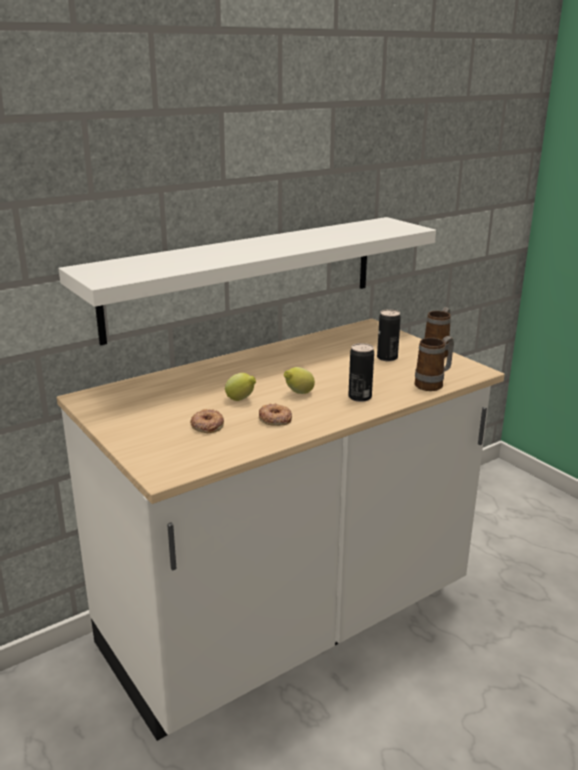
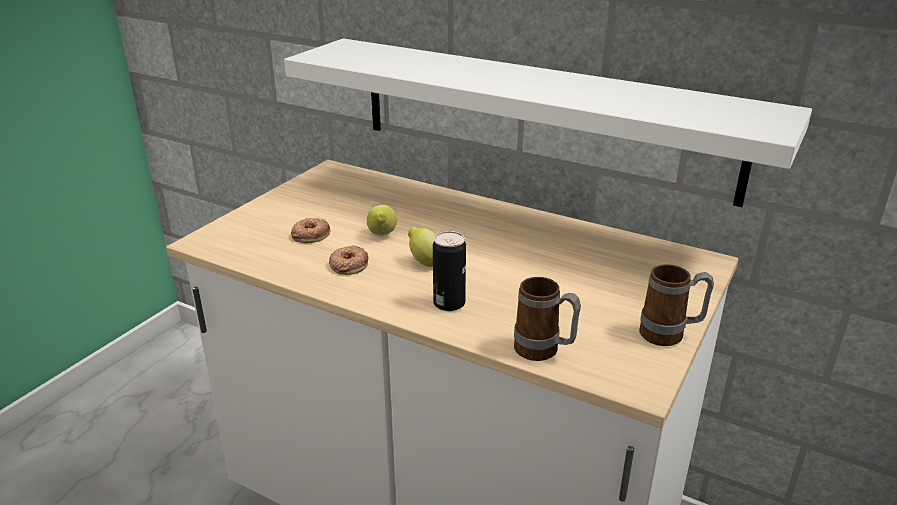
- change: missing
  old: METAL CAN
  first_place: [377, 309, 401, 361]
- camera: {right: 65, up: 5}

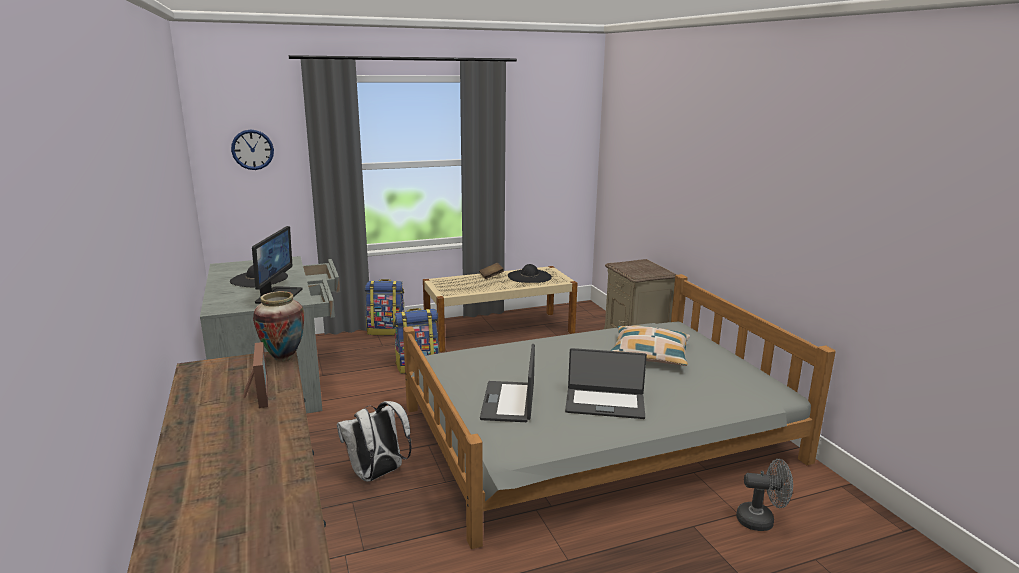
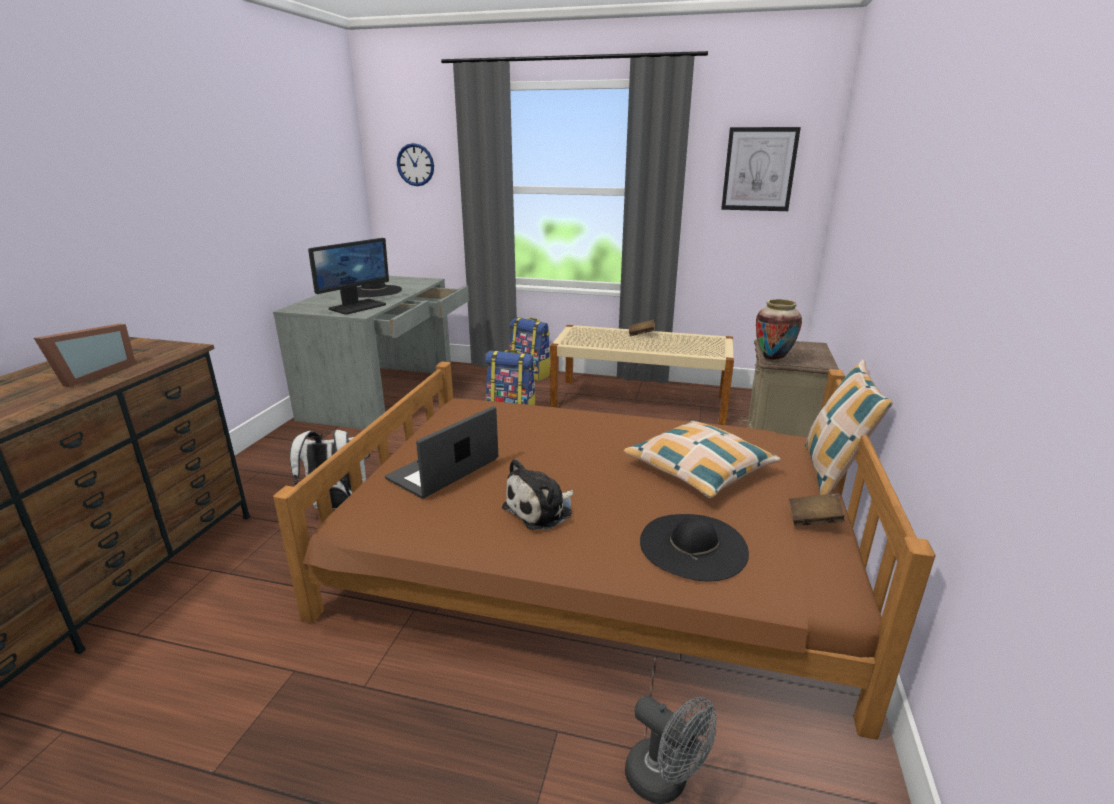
- change: relocated
  old: BLACK-COLOURED HAT
  first_place: [508, 264, 552, 283]
  second_place: [640, 514, 749, 581]
- change: colour
  old: GREYISH BEDROOM BED
  new: BROWN-COLOURED BEDROOM BED
  first_place: [403, 274, 836, 549]
  second_place: [273, 361, 936, 740]
- change: relocated
  old: FLOWER VASE
  first_place: [253, 291, 304, 361]
  second_place: [756, 299, 802, 362]
- change: exchanged
  old: PORTABLE COMPUTER
  new: CUDDLY TOY
  first_place: [565, 348, 647, 419]
  second_place: [502, 459, 574, 530]
- change: appeared
  new: PICTURE
  second_place: [721, 127, 801, 211]
- change: appeared
  new: PILLOW
  second_place: [805, 360, 893, 495]
- change: appeared
  new: BROWN-COLOURED BOOK
  second_place: [789, 493, 846, 526]
- camera: {right: 35, up: 5}

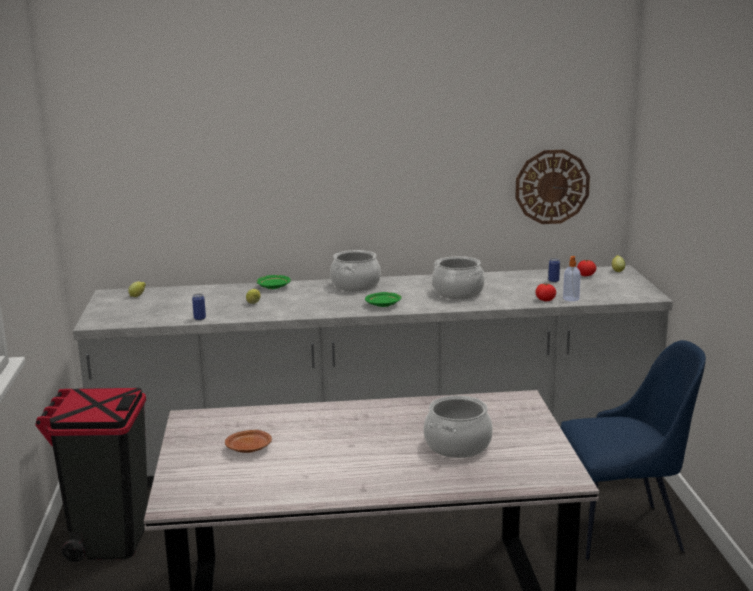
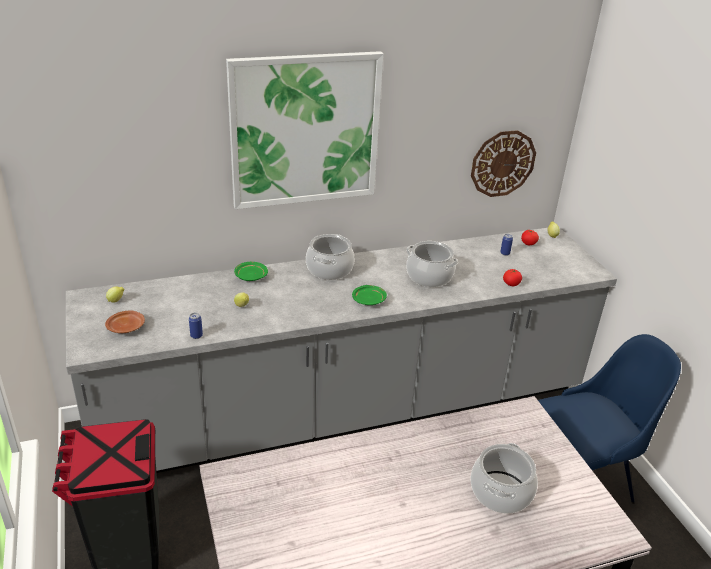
- change: missing
  old: SOAP DISPENSER
  first_place: [563, 256, 581, 301]
- change: relocated
  old: BROWN-COLOURED DINNER PLATE
  first_place: [225, 430, 272, 453]
  second_place: [105, 310, 145, 333]
- change: appeared
  new: PICTURE
  second_place: [226, 51, 384, 209]
- camera: {right: -15, up: 15}

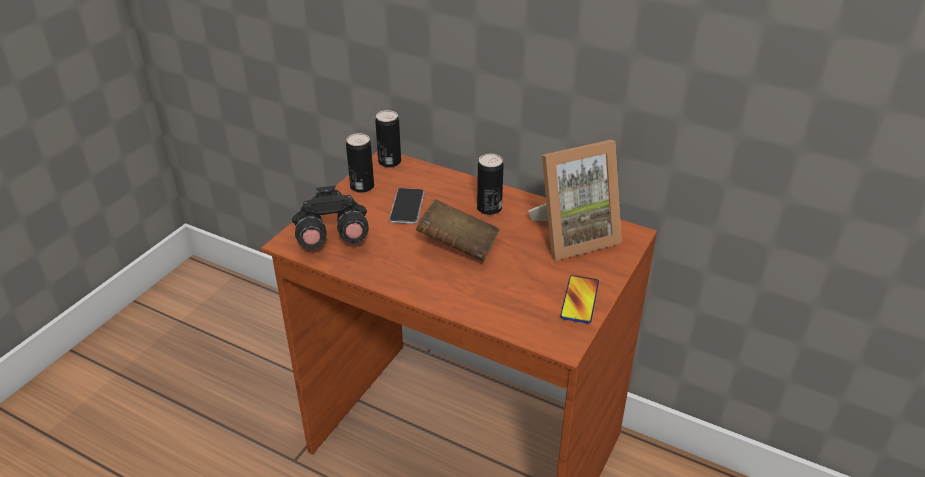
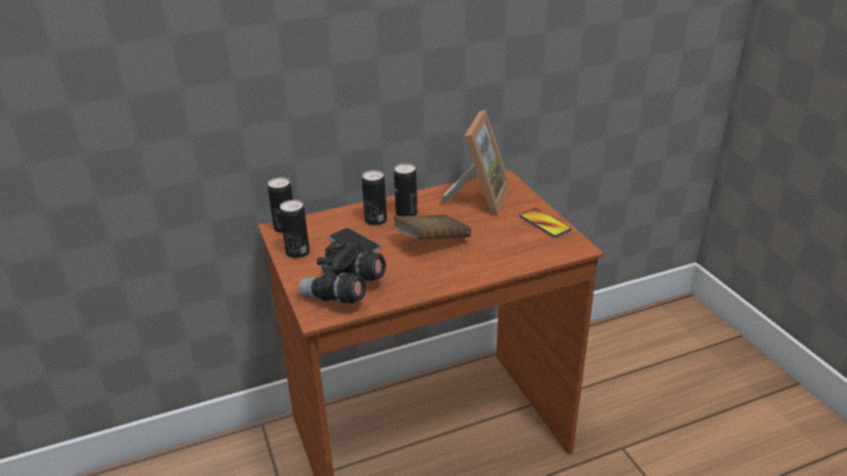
- change: appeared
  new: METAL CAN
  second_place: [362, 170, 387, 225]
- camera: {right: -50, up: -5}

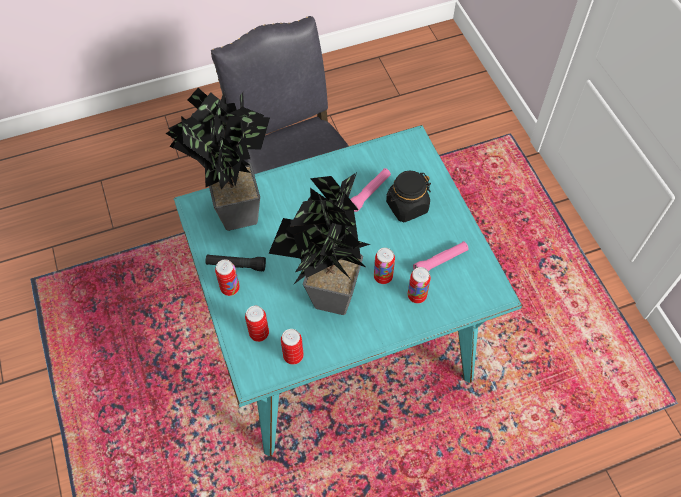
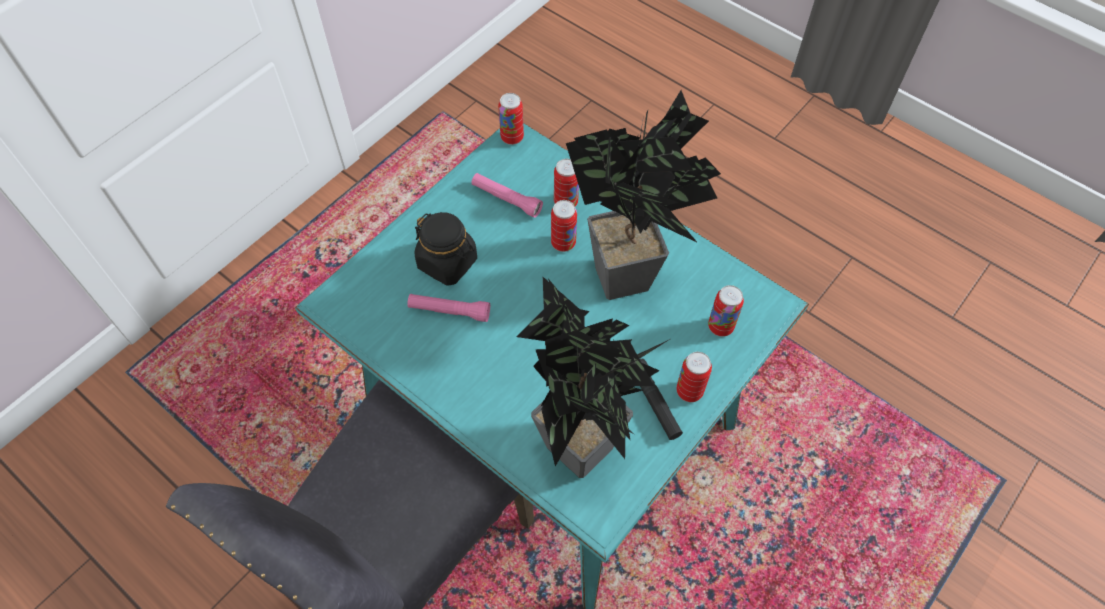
- change: relocated
  old: METAL CAN
  first_place: [281, 329, 304, 365]
  second_place: [498, 93, 524, 145]
- camera: {right: -120, up: 0}

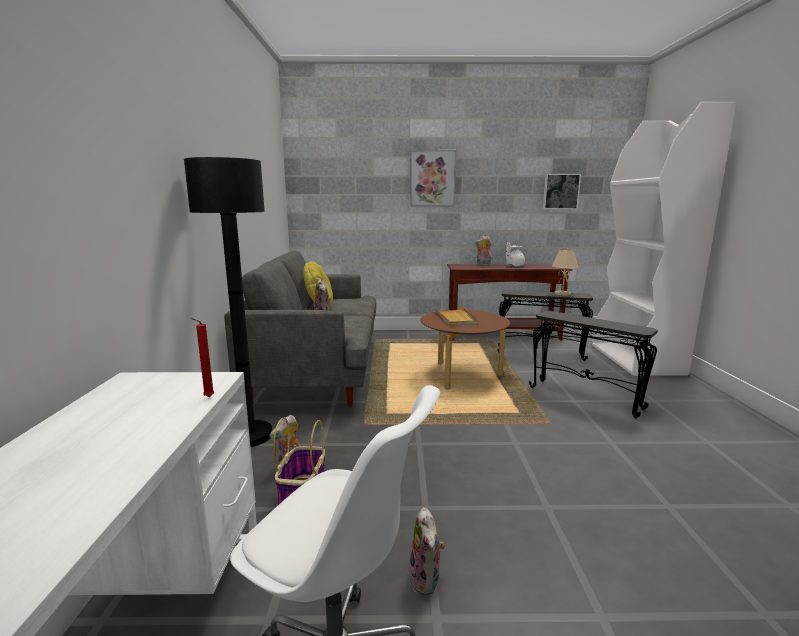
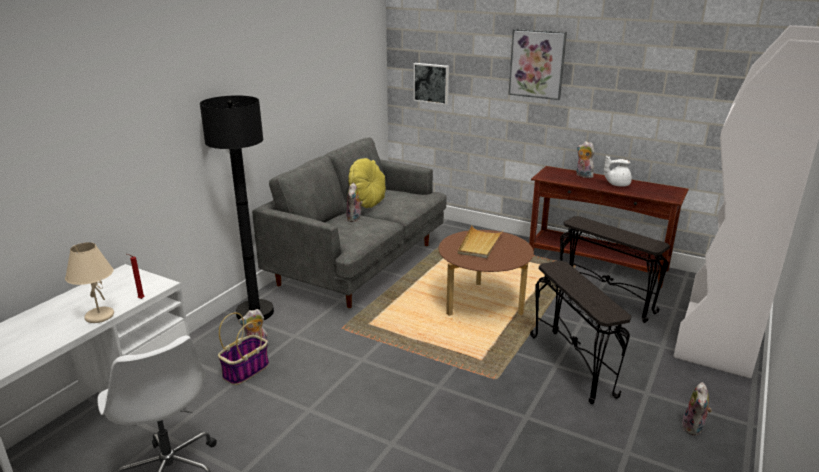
- change: relocated
  old: PICTURE
  first_place: [543, 174, 581, 209]
  second_place: [413, 63, 449, 105]
- change: relocated
  old: SAND-COLOURED LAMP FOR A TABLE
  first_place: [552, 249, 578, 296]
  second_place: [65, 242, 114, 323]
- change: relocated
  old: CUDDLY TOY
  first_place: [409, 507, 445, 595]
  second_place: [681, 382, 712, 436]
- camera: {right: 30, up: 10}

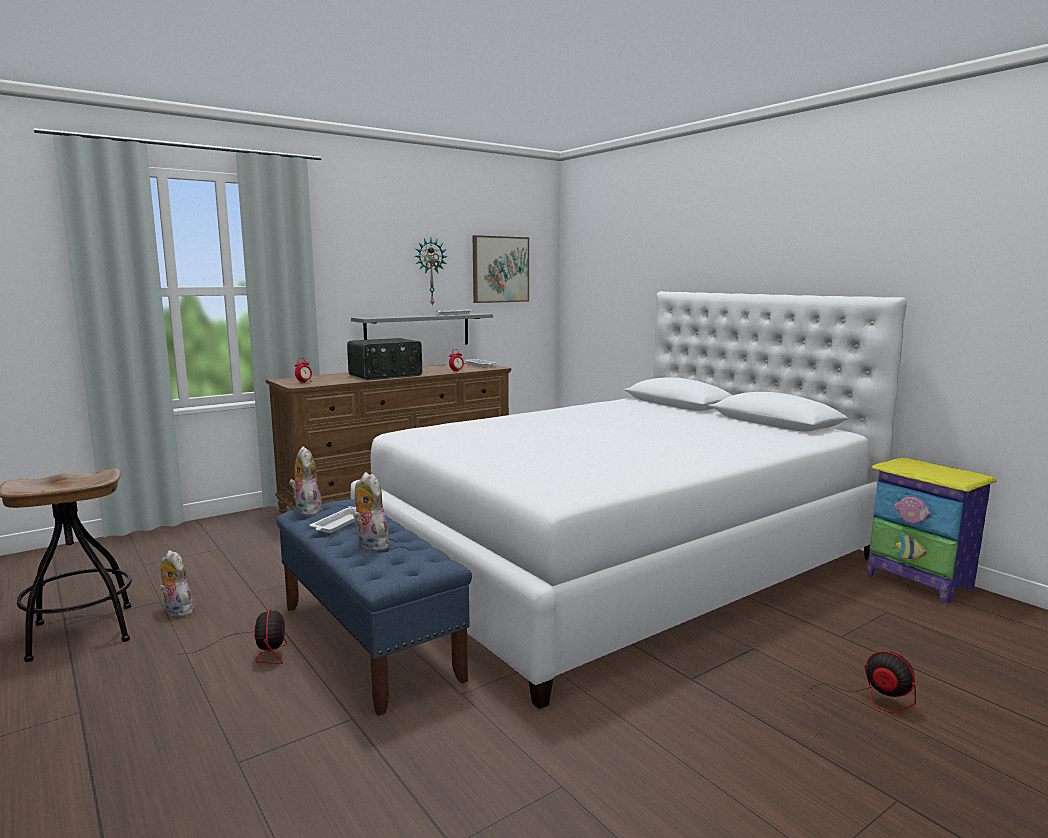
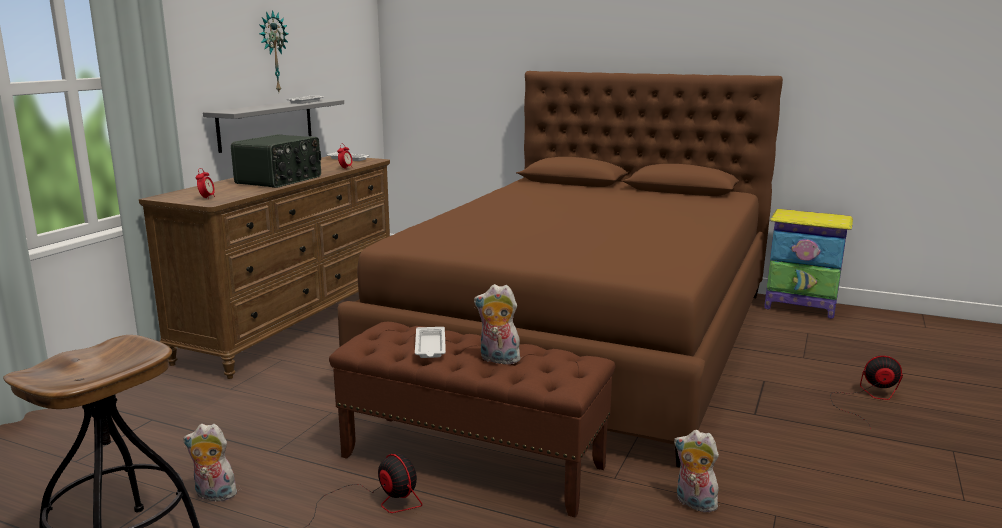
- change: missing
  old: PICTURE
  first_place: [473, 235, 529, 303]
- change: colour
  old: WHITE-COLOURED BEDROOM BED
  new: BROWN-COLOURED BEDROOM BED
  first_place: [351, 291, 907, 709]
  second_place: [338, 71, 783, 468]
- change: relocated
  old: CUDDLY TOY
  first_place: [289, 446, 322, 515]
  second_place: [674, 430, 720, 513]
- change: colour
  old: BLUE INDOOR BENCH
  new: BROWN-COLOURED INDOOR BENCH
  first_place: [276, 499, 472, 716]
  second_place: [329, 322, 615, 518]
- camera: {right: -30, up: 5}

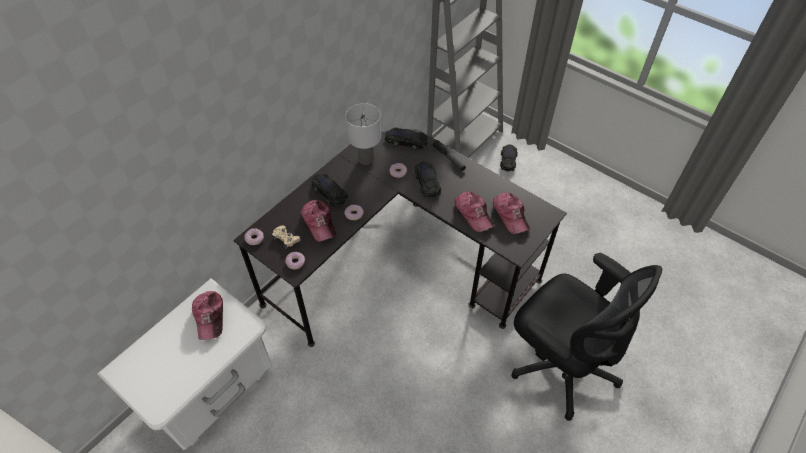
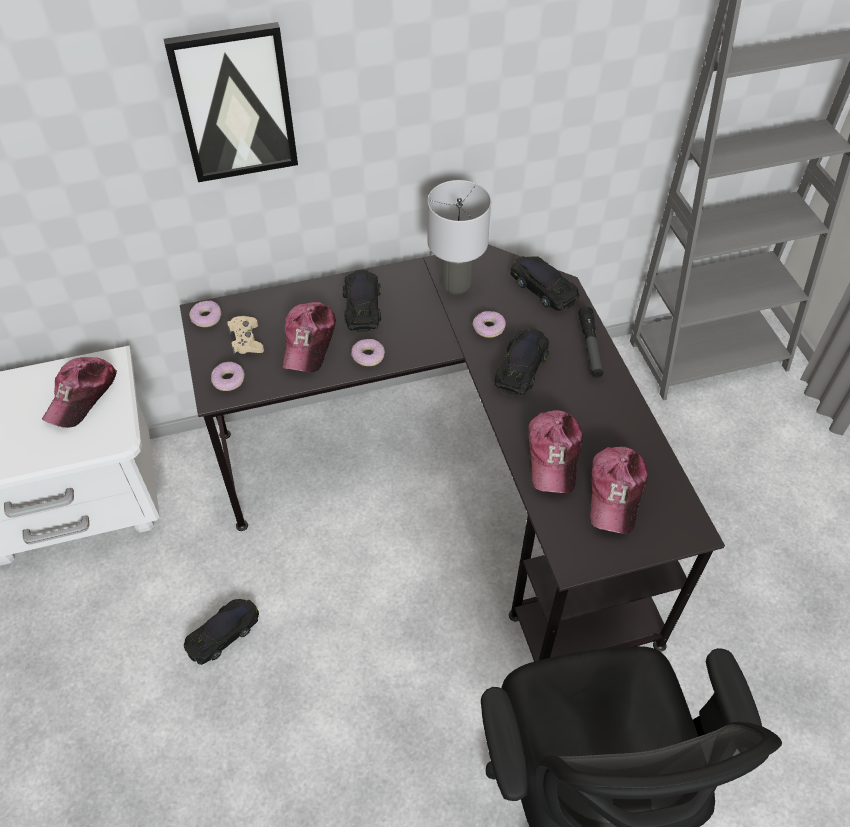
- change: relocated
  old: BLACK-COLOURED MODEL CAR
  first_place: [500, 144, 518, 171]
  second_place: [184, 599, 259, 665]
- change: appeared
  new: PICTURE
  second_place: [164, 22, 298, 182]
- camera: {right: 35, up: 0}

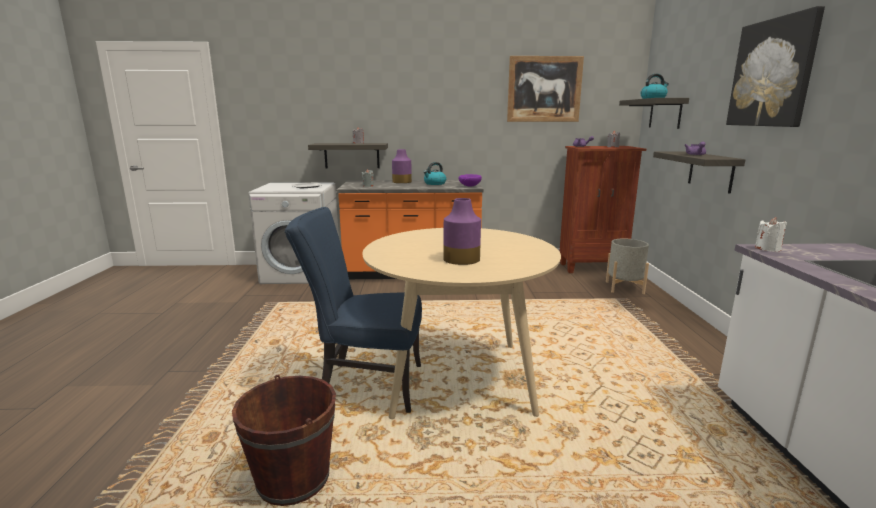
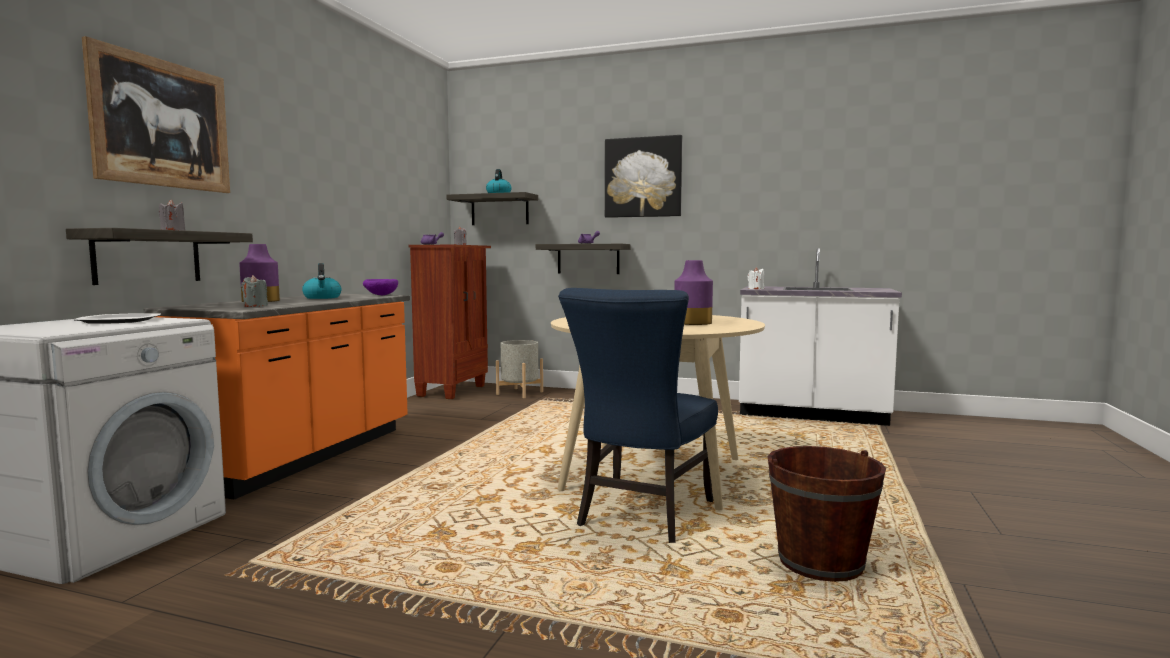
- change: relocated
  old: PICTURE
  first_place: [507, 56, 584, 122]
  second_place: [82, 36, 230, 193]
- camera: {right: -70, up: -10}

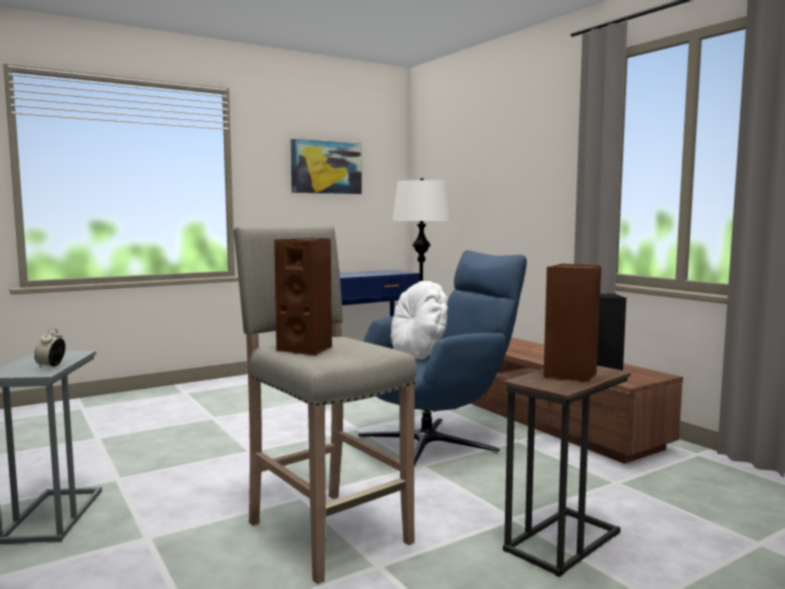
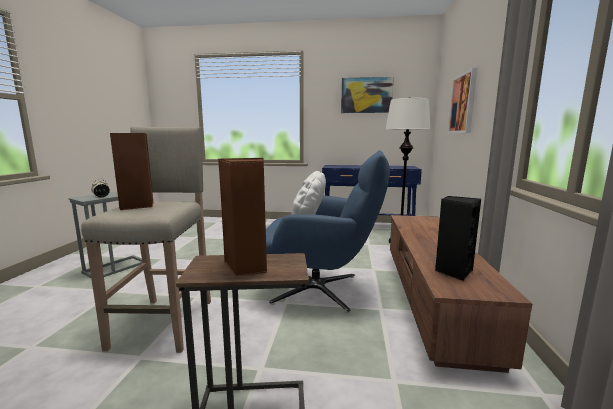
- change: appeared
  new: PICTURE
  second_place: [448, 68, 477, 133]
- camera: {right: 40, up: 5}

